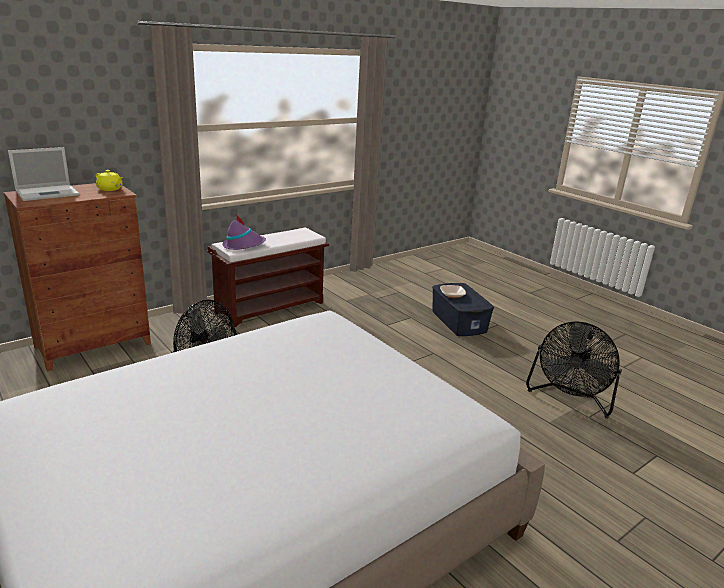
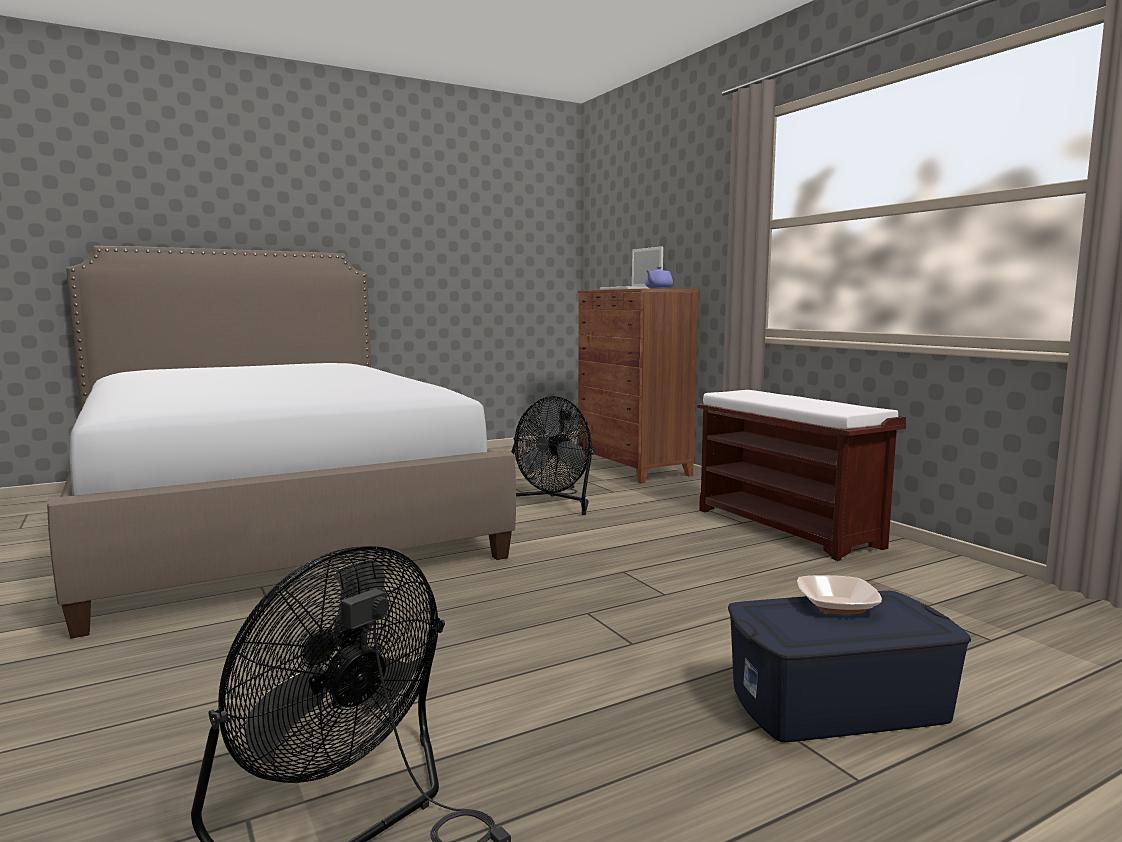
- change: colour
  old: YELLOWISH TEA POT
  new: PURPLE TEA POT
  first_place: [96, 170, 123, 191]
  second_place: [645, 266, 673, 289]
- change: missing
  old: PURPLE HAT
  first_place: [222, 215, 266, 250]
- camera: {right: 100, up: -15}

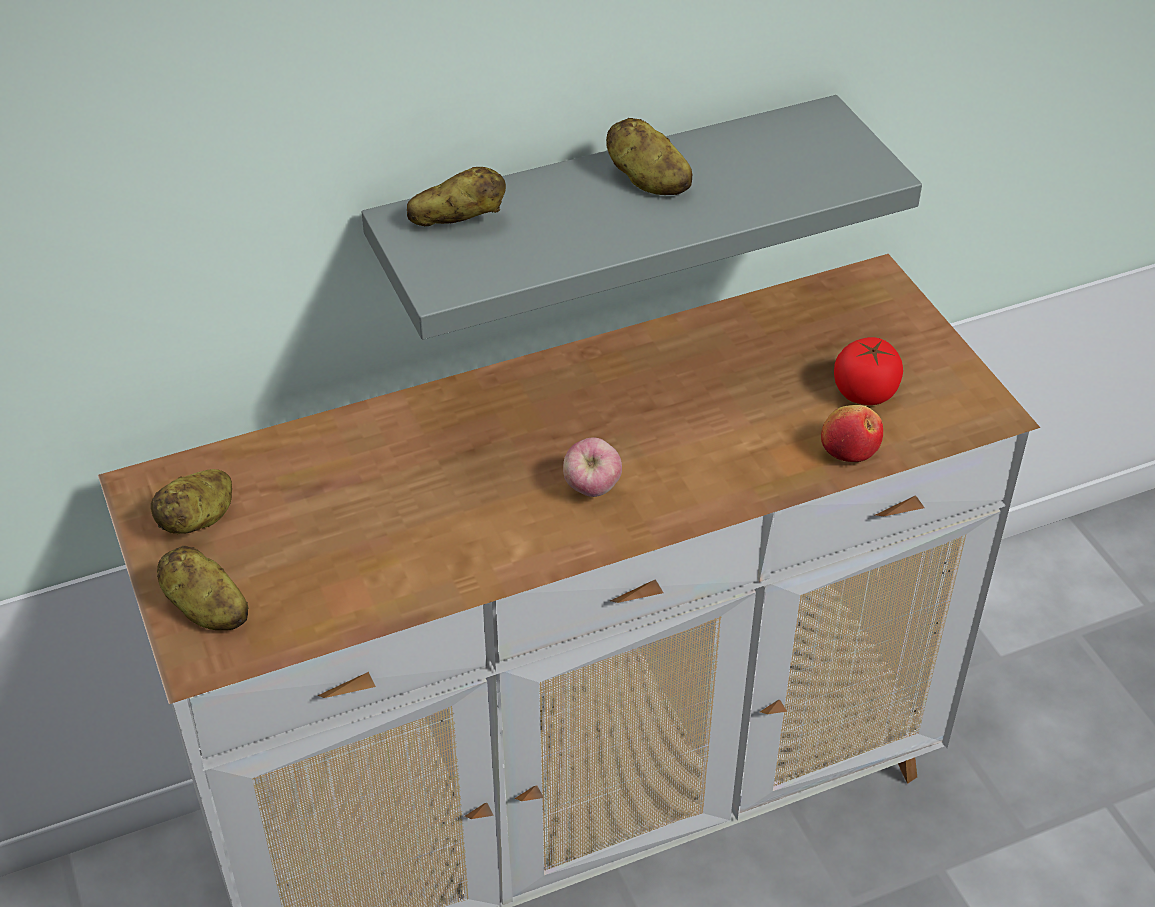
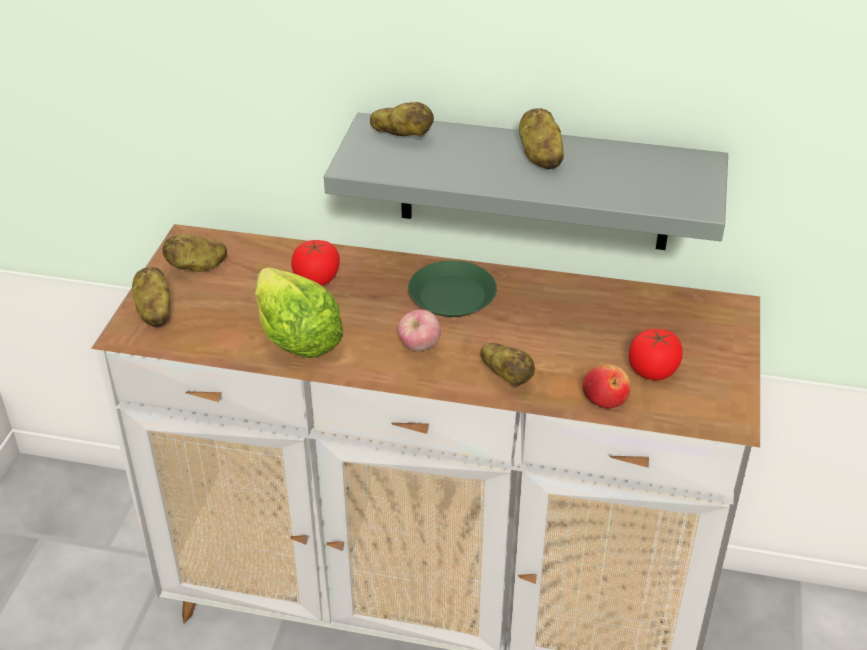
- change: appeared
  new: FRESH TOMATO
  second_place: [291, 240, 340, 286]
- change: appeared
  new: GREEN-COLOURED DINNER PLATE
  second_place: [408, 261, 497, 317]
- change: appeared
  new: LETTUCE
  second_place: [255, 267, 343, 358]
- change: appeared
  new: WHOLE POTATO
  second_place: [480, 343, 535, 387]
- camera: {right: 35, up: -5}

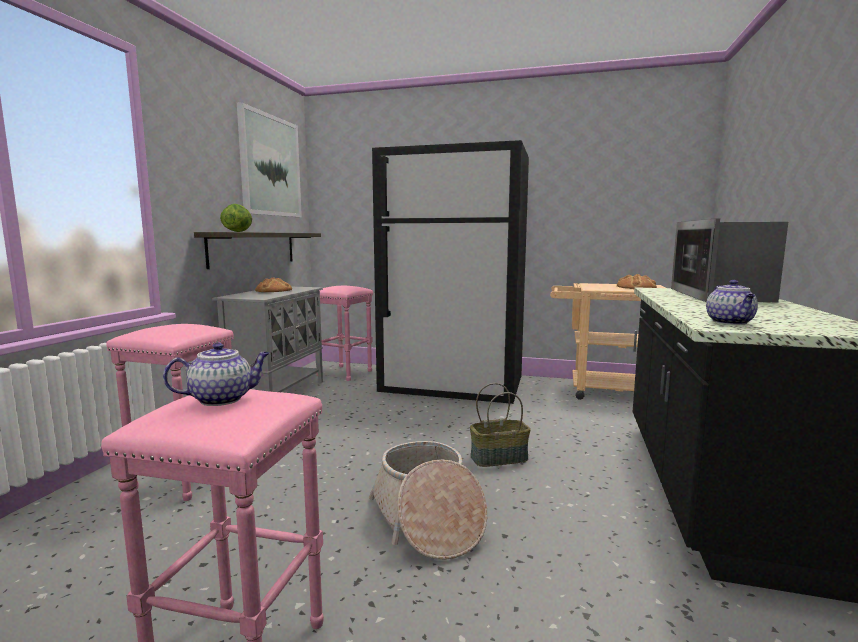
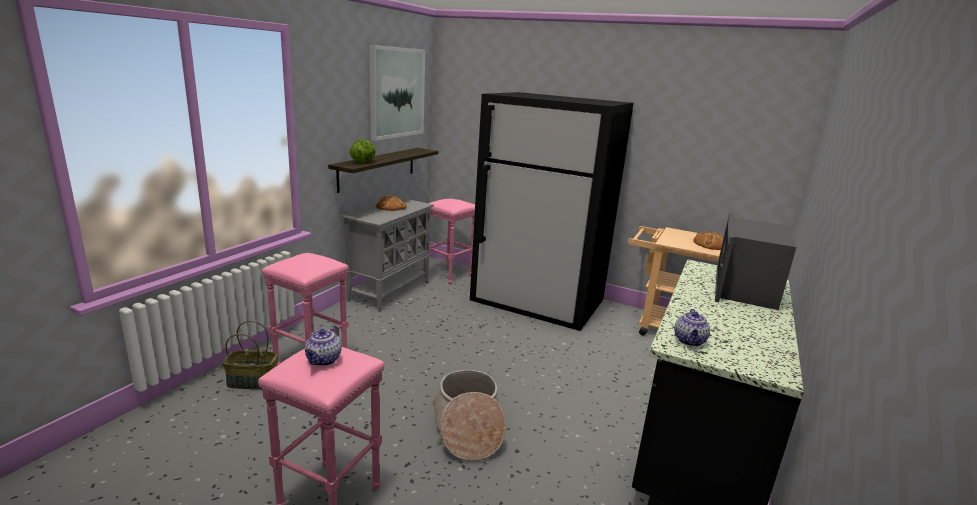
- change: spun
  old: TEA POT
  first_place: [163, 342, 270, 406]
  second_place: [305, 325, 342, 366]
  degrees: 120
- change: relocated
  old: BASKET
  first_place: [470, 383, 531, 467]
  second_place: [222, 321, 278, 389]
- camera: {right: 10, up: 10}

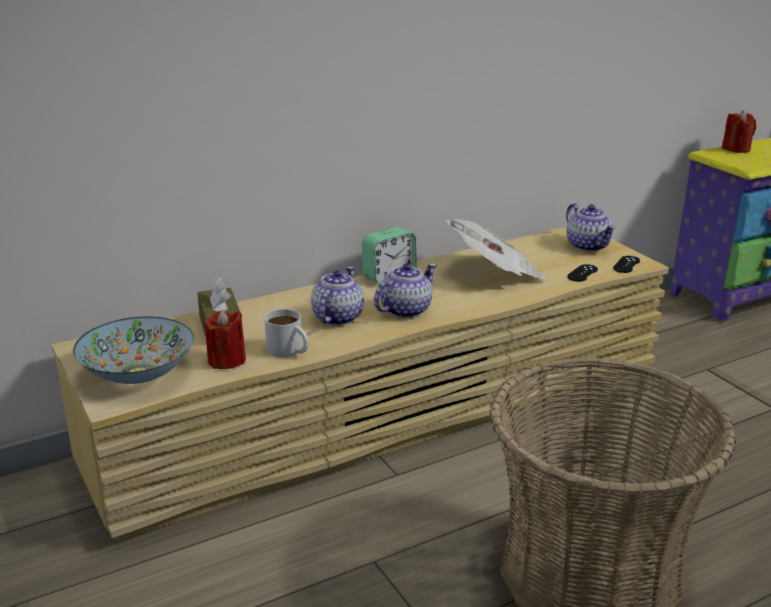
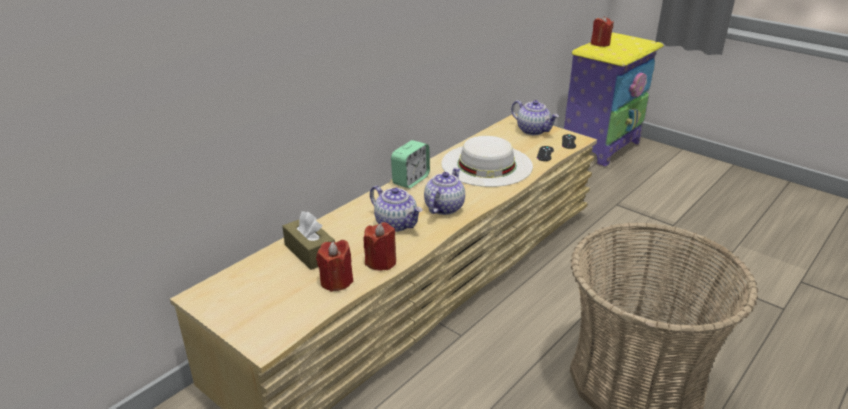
- change: exchanged
  old: NEWSPAPER
  new: WHITE-COLOURED HAT
  first_place: [445, 219, 547, 280]
  second_place: [441, 136, 533, 187]
- change: spun
  old: TEA POT
  first_place: [311, 267, 364, 326]
  second_place: [370, 185, 422, 232]
  degrees: 135
- change: exchanged
  old: WHITE-COLOURED COFFEE MUG
  new: RED-COLOURED WAX LIGHT
  first_place: [264, 309, 309, 358]
  second_place: [364, 222, 396, 271]
- change: missing
  old: SERVING BOWL
  first_place: [73, 316, 194, 384]
- camera: {right: -20, up: 5}

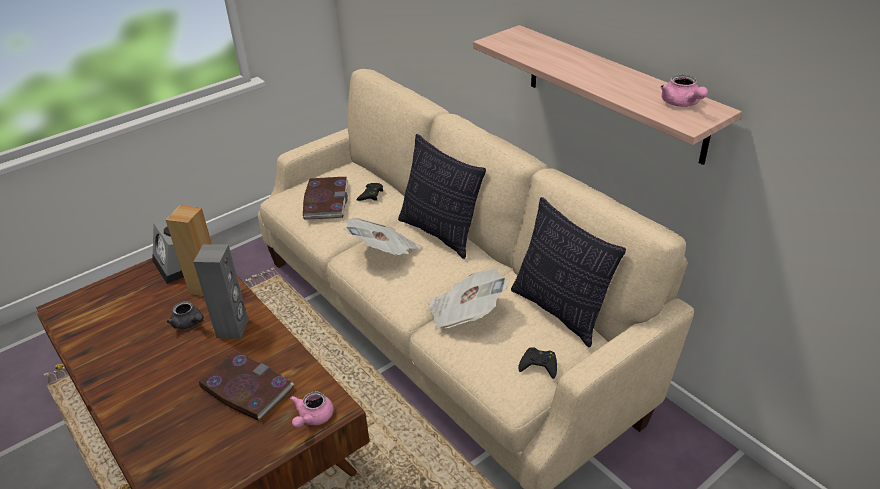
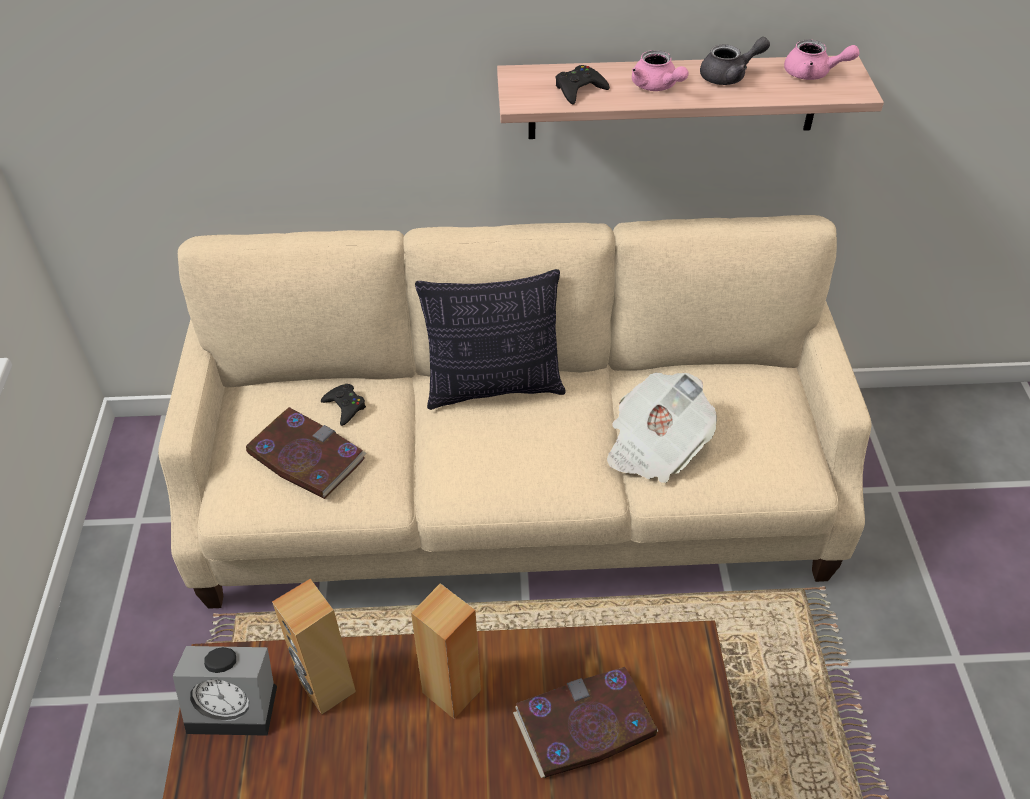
- change: missing
  old: PILLOW
  first_place: [511, 197, 626, 347]
- change: missing
  old: NEWSPAPER
  first_place: [344, 218, 421, 256]
- change: colour
  old: GREYISH SPEAKER
  new: BROWN-COLOURED SPEAKER
  first_place: [193, 244, 248, 339]
  second_place: [411, 583, 481, 719]
- change: relocated
  old: GREYISH TEA POT
  first_place: [167, 301, 204, 329]
  second_place: [700, 37, 770, 85]
- change: relocated
  old: BLACK-COLOURED GAMEPAD
  first_place: [518, 347, 557, 379]
  second_place: [556, 65, 610, 104]
- change: relocated
  old: PINKISH TEA POT
  first_place: [290, 391, 334, 428]
  second_place: [632, 50, 688, 91]
- camera: {right: -55, up: 10}

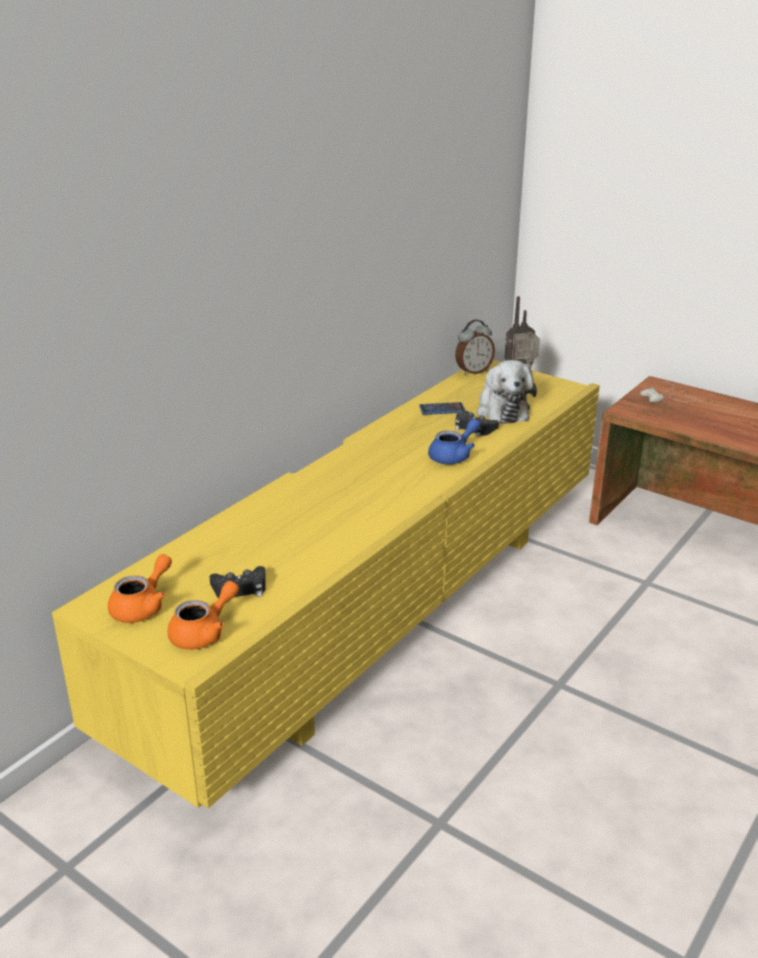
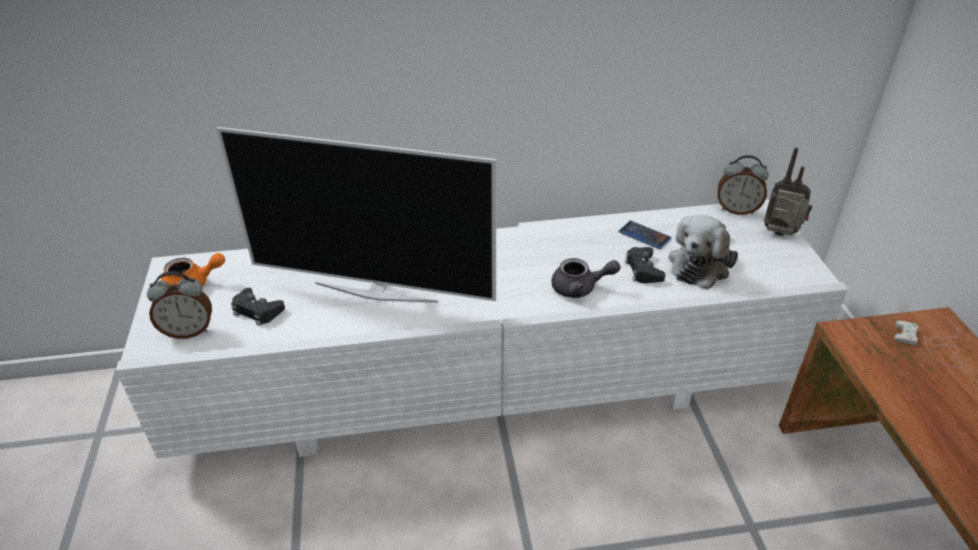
- change: colour
  old: YELLOWISH TV STAND
  new: WHITE-COLOURED TV STAND
  first_place: [52, 360, 600, 809]
  second_place: [116, 199, 849, 459]
- change: colour
  old: BLUE TEA POT
  new: GREYISH TEA POT
  first_place: [428, 419, 480, 464]
  second_place: [551, 258, 621, 298]
- change: exchanged
  old: ORANGE-COLOURED TEA POT
  new: TABLE CLOCK
  first_place: [168, 581, 239, 650]
  second_place: [147, 271, 212, 339]
- change: appeared
  new: TV
  second_place: [216, 127, 496, 303]
- camera: {right: 45, up: 10}

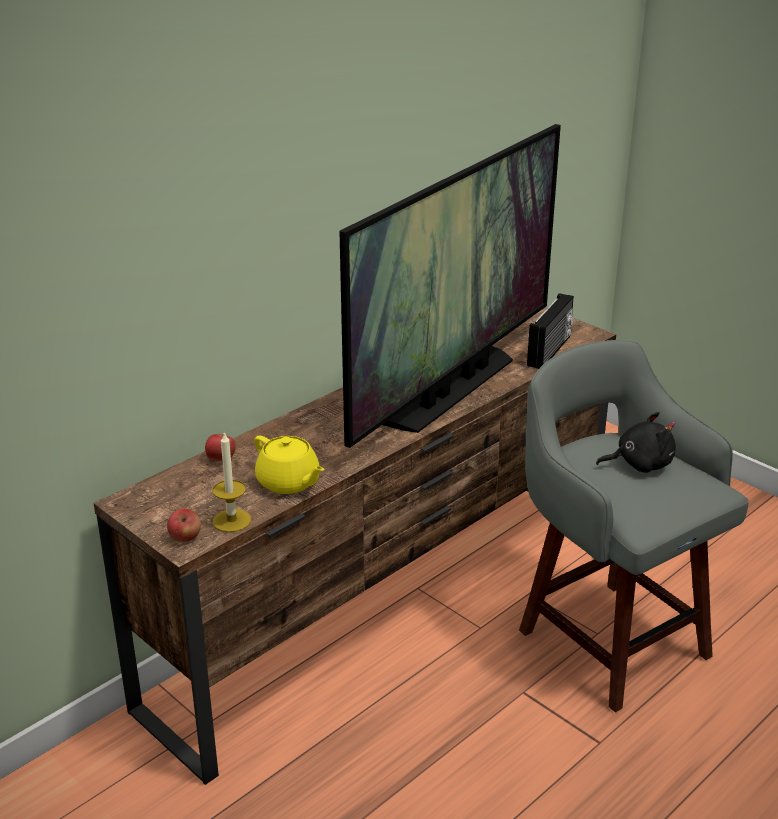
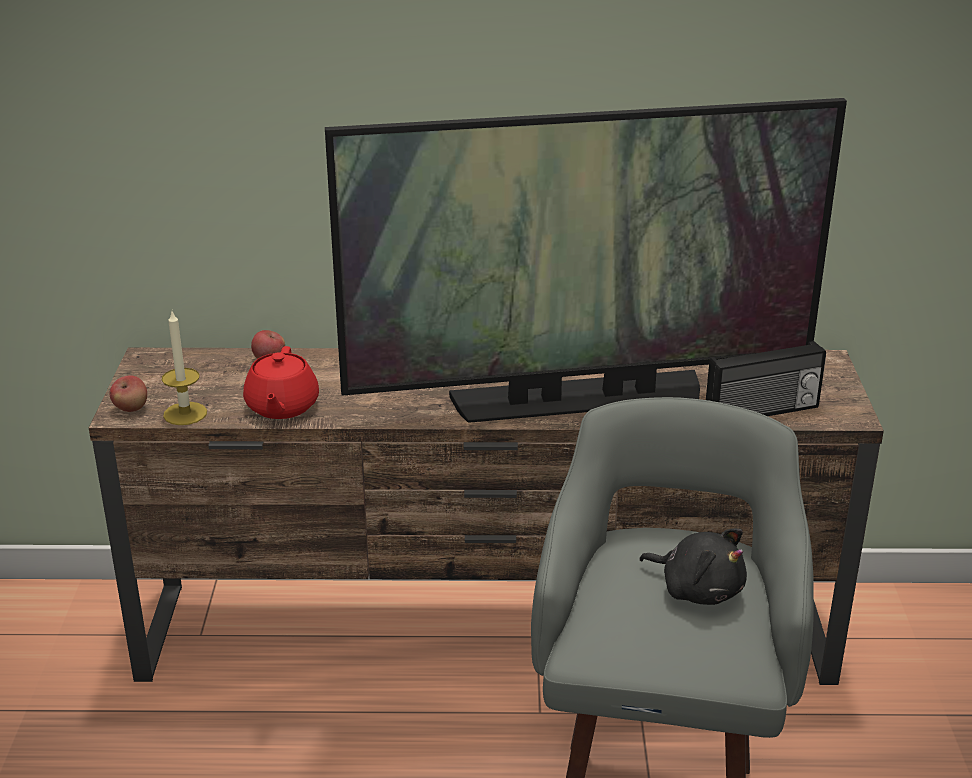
- change: colour
  old: YELLOWISH TEA POT
  new: RED-COLOURED TEA POT
  first_place: [254, 435, 324, 494]
  second_place: [243, 346, 319, 419]
- camera: {right: 45, up: 0}

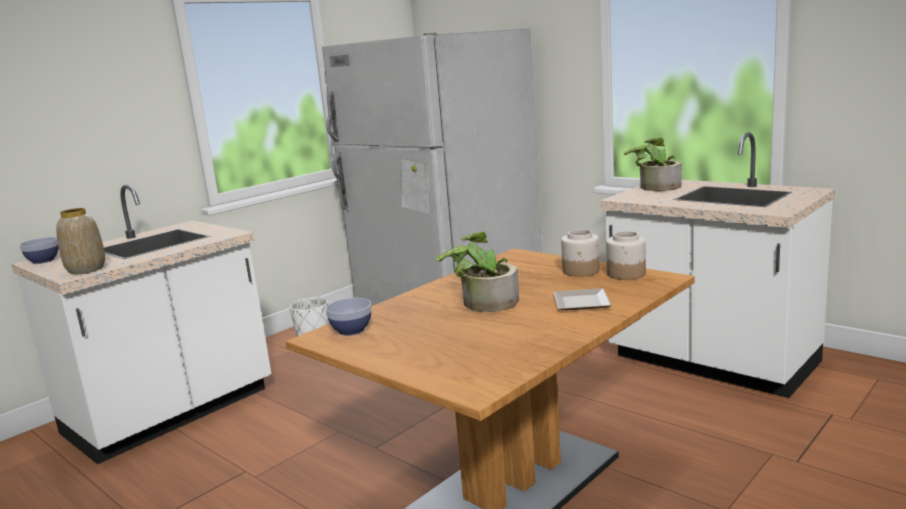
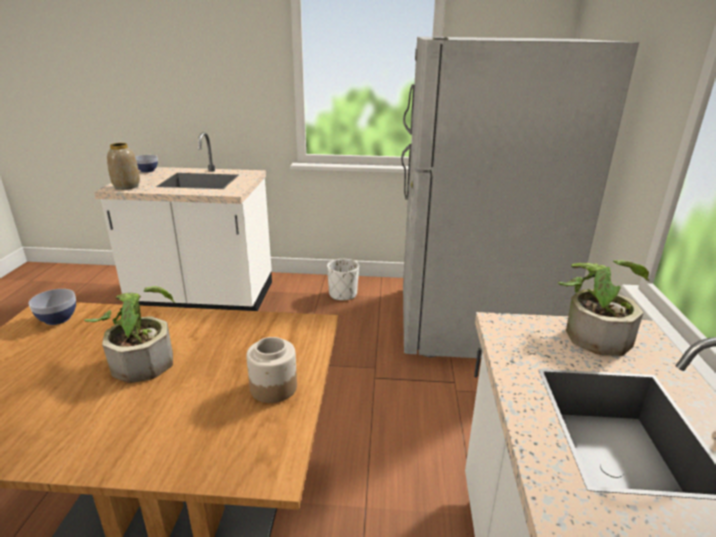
- change: missing
  old: JAR
  first_place: [606, 231, 646, 280]
- change: missing
  old: DINNER PLATE
  first_place: [554, 288, 611, 310]
- camera: {right: 50, up: 10}

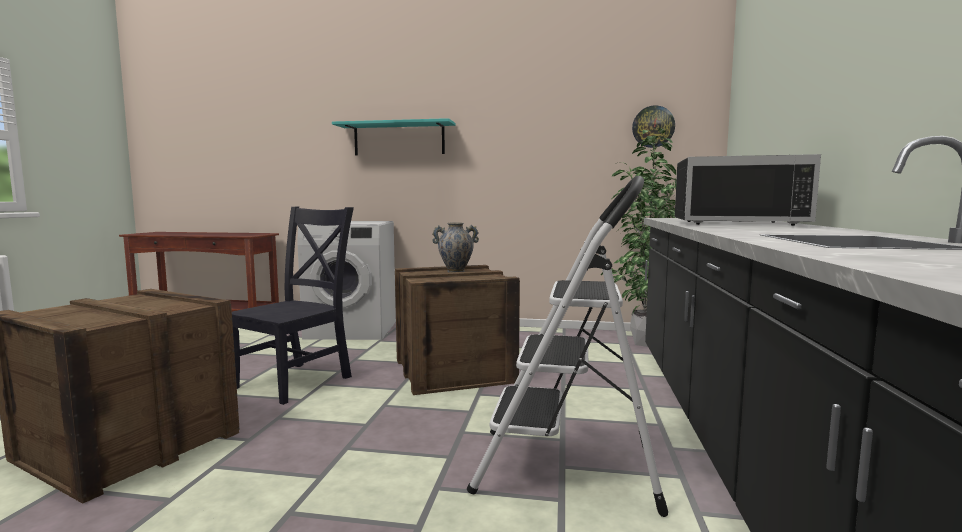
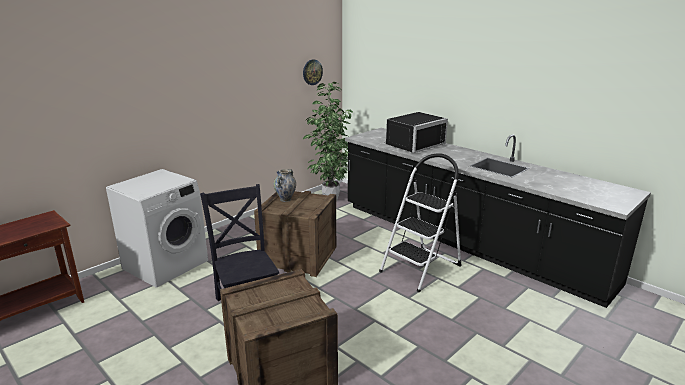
- change: missing
  old: TURQUOISE WALL SHELF
  first_place: [332, 118, 456, 155]
- camera: {right: -55, up: 15}

